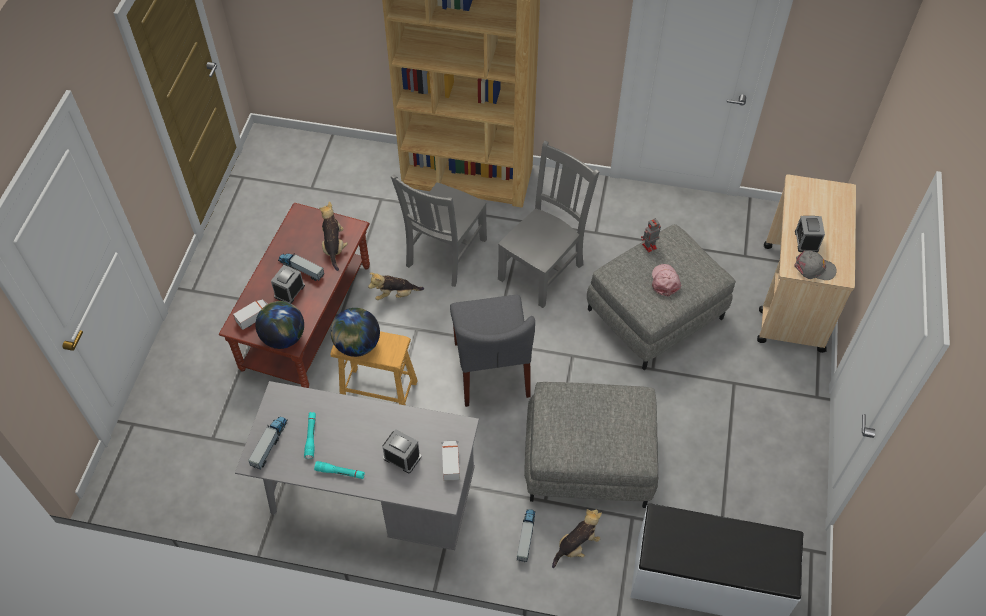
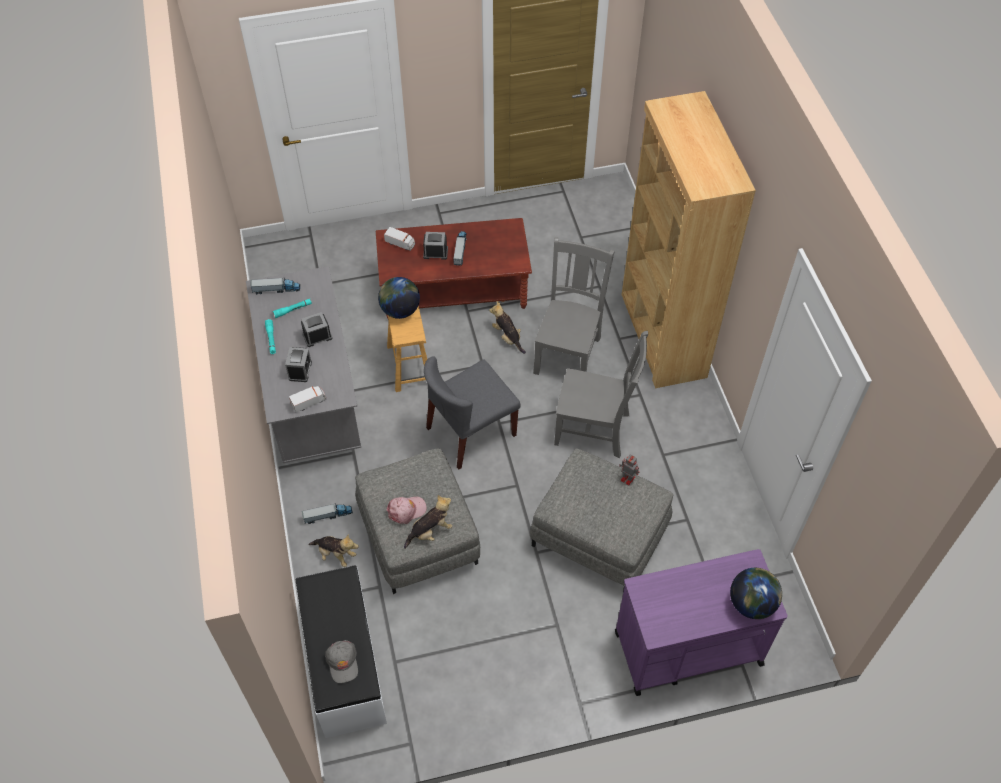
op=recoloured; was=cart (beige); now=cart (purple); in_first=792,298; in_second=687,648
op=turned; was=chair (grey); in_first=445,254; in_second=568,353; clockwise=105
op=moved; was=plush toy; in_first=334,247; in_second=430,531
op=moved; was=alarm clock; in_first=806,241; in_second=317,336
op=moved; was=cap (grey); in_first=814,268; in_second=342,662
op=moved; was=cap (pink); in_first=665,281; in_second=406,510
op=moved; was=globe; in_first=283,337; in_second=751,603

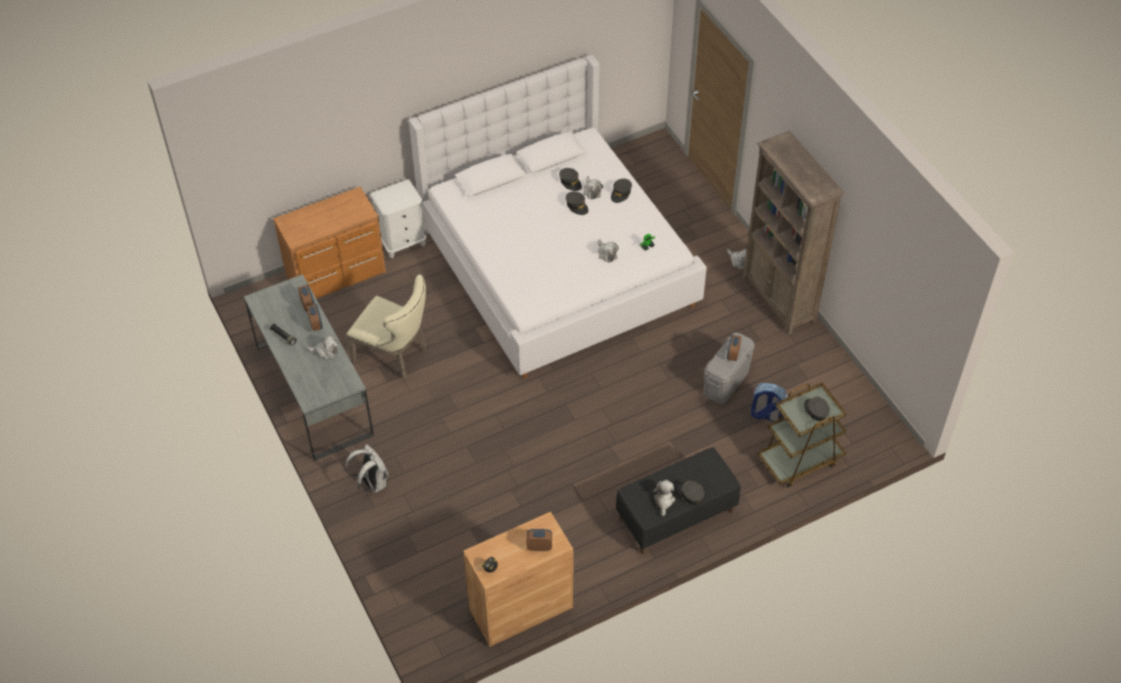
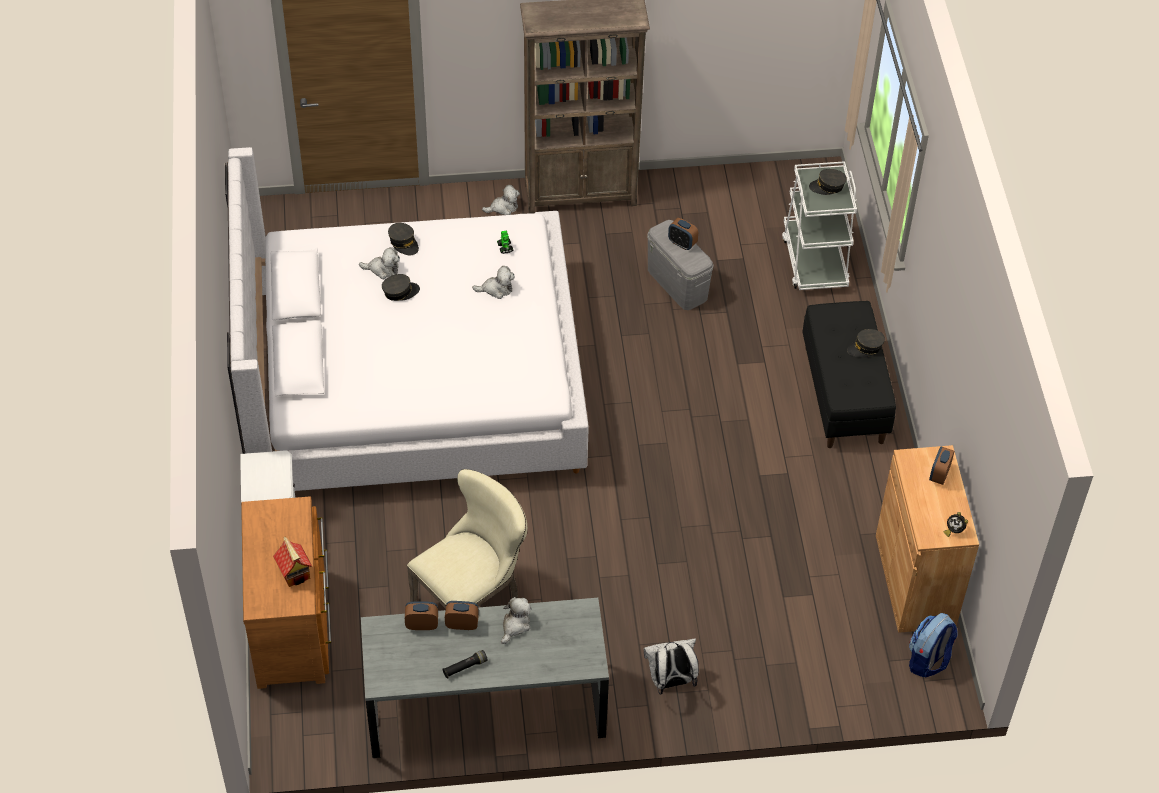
op=removed; was=cap (grey); in_first=570,182
op=recoloured; was=cart (brown); now=cart (white); in_first=799,459; in_second=814,261
op=moved; was=backpack; in_first=766,415; in_second=928,660
op=removed; was=plush toy; in_first=664,500
op=added; now=toy house; in_second=295,573

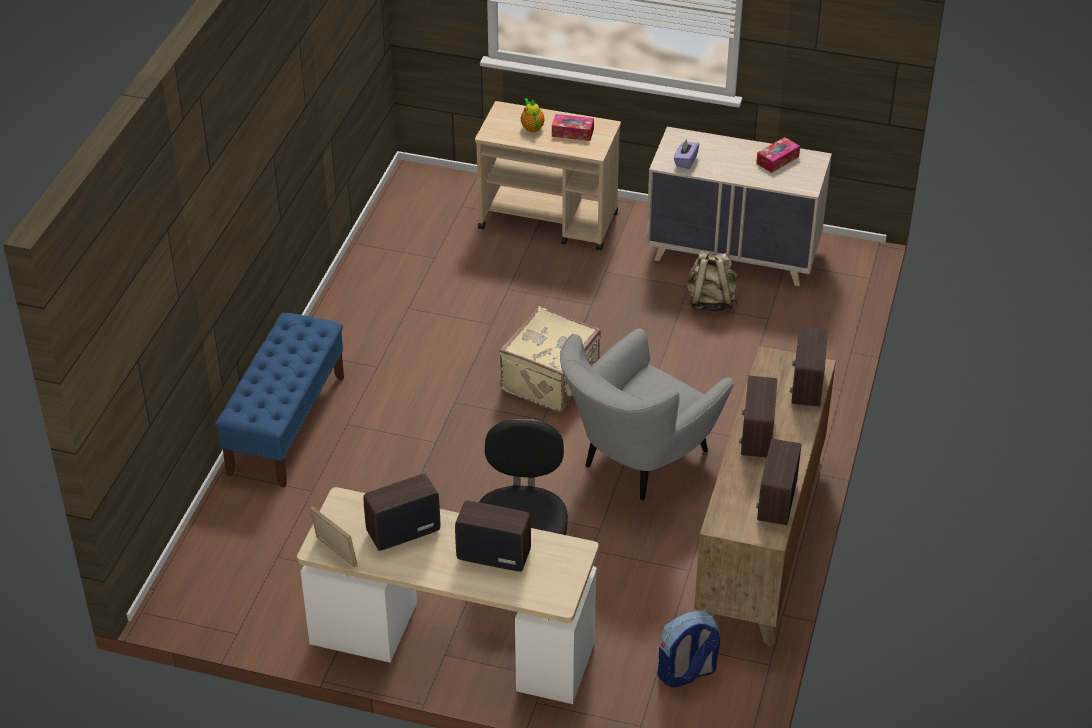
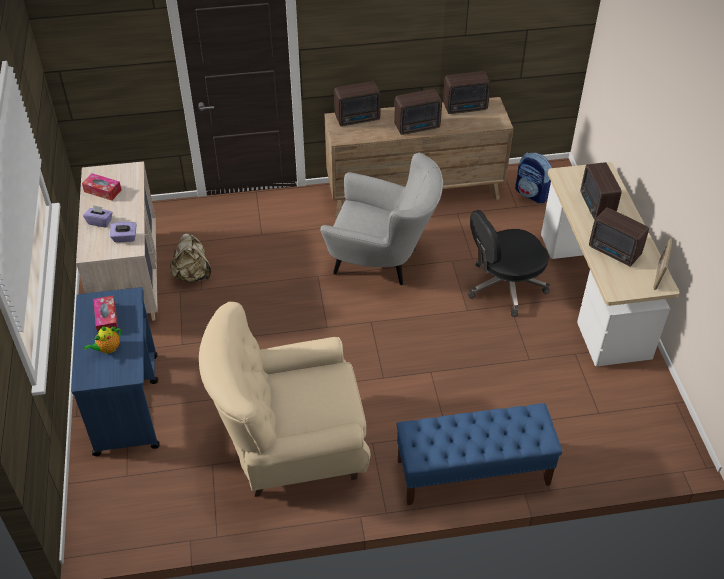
op=recoloured; was=cart (beige); now=cart (blue); in_first=549,221; in_second=127,403
op=removed; was=suitcase (beige); in_first=552,381
op=added; now=tissue box (purple); in_second=100,222
op=added; now=armchair (beige); in_second=291,446

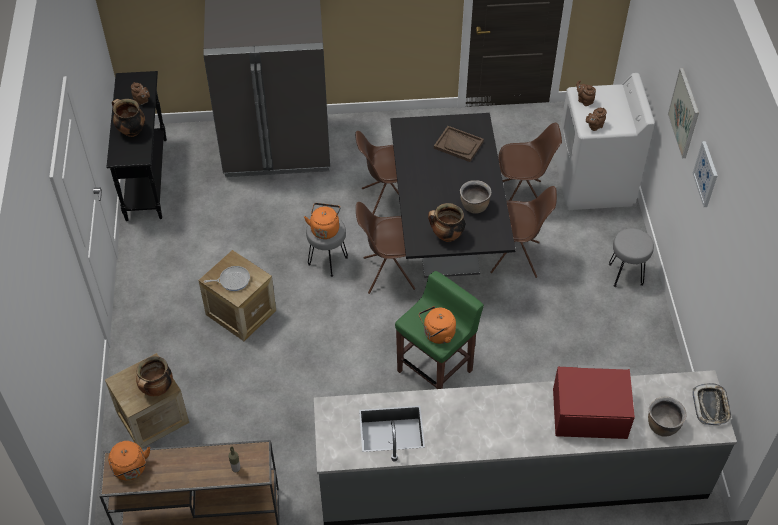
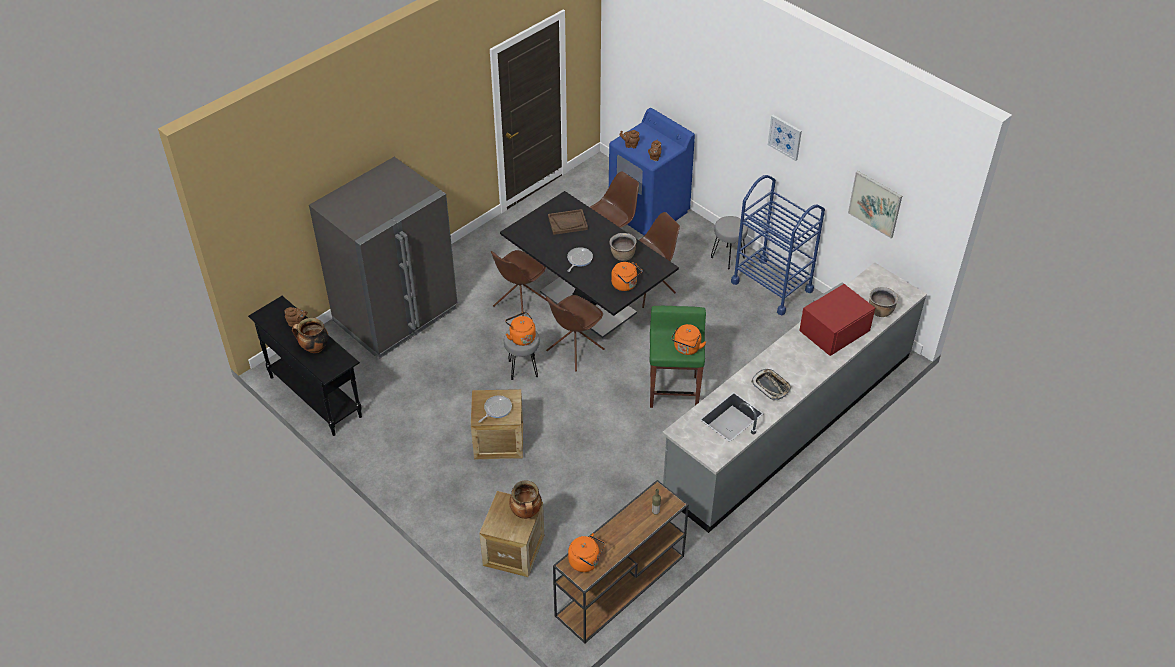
op=moved; was=picture; in_first=684,113; in_second=875,204
op=recoloured; was=washing machine (white); now=washing machine (blue); in_first=594,184; in_second=649,212
op=replaced; was=cooking pot; now=kettle (orange); in_first=446,236; in_second=625,285
op=moved; was=tray; in_first=711,406; in_second=771,386
op=added; now=cart (blue); in_second=772,286
op=added; now=frying pan; in_second=579,259

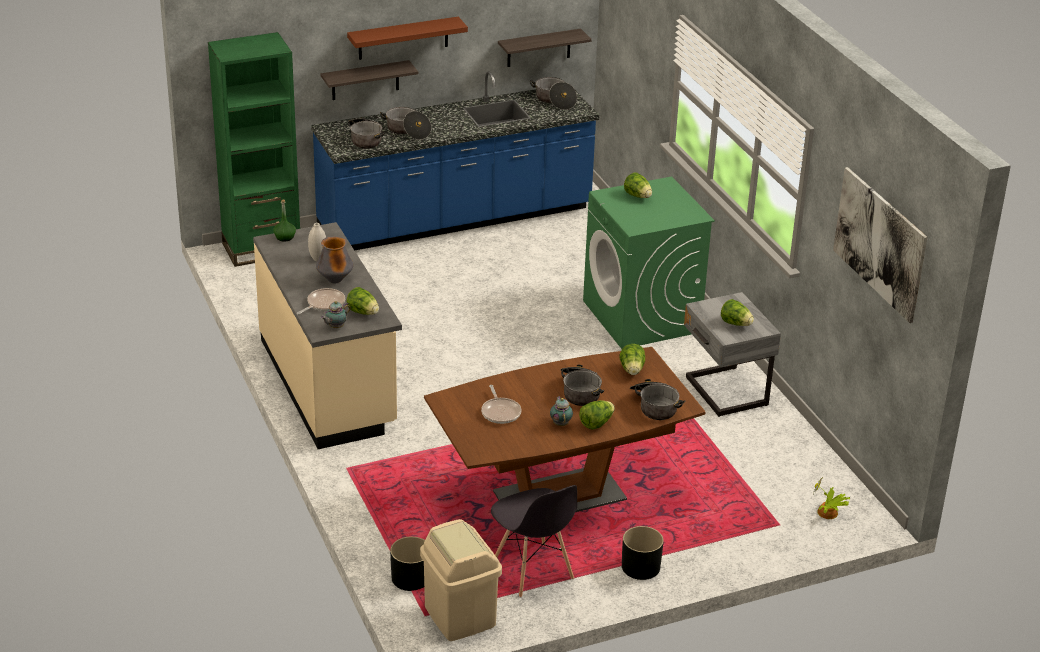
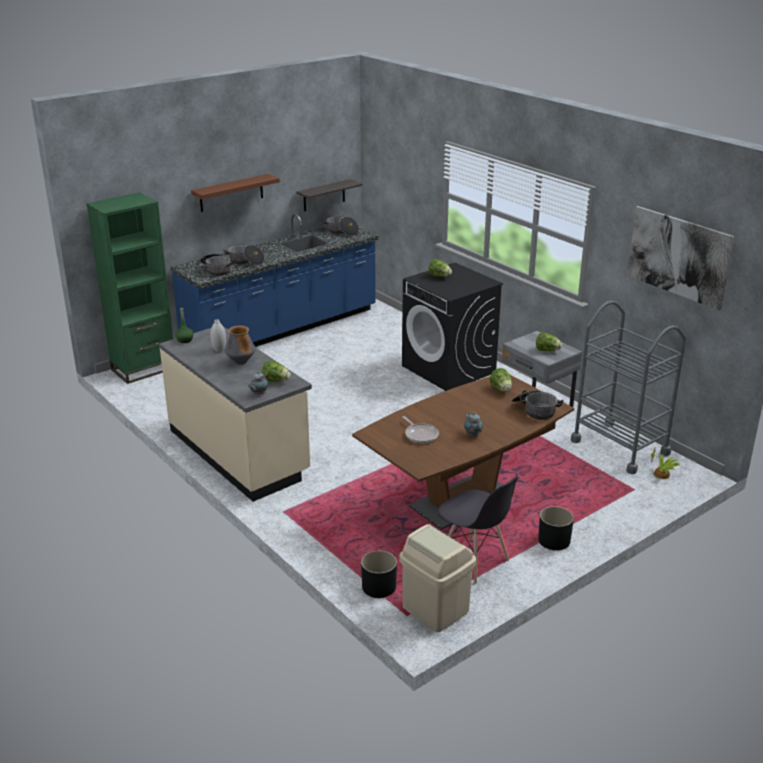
op=removed; was=shelf; in_first=365,80
op=recoloured; was=washing machine (green); now=washing machine (black); in_first=642,317; in_second=449,369
op=removed; was=frying pan; in_first=324,304
op=removed; was=cooking pot; in_first=580,392
op=removed; was=lettuce; in_first=596,423
op=added; now=cart (grey); in_second=620,447

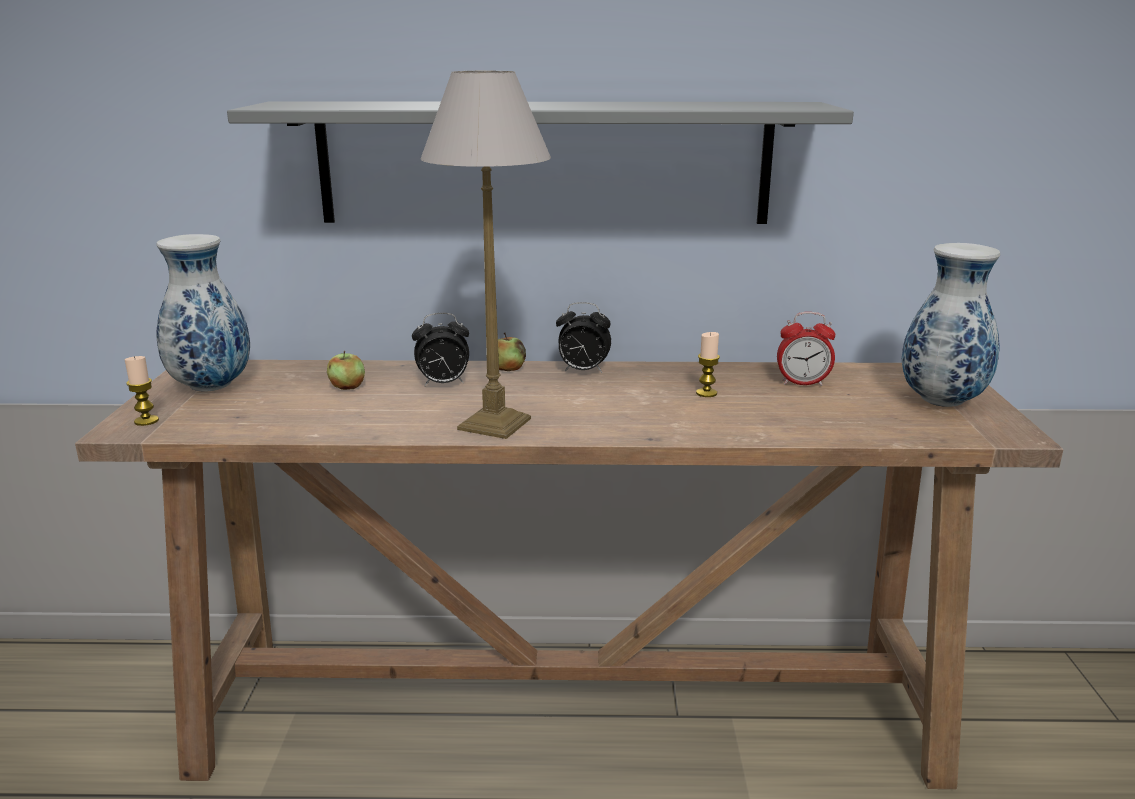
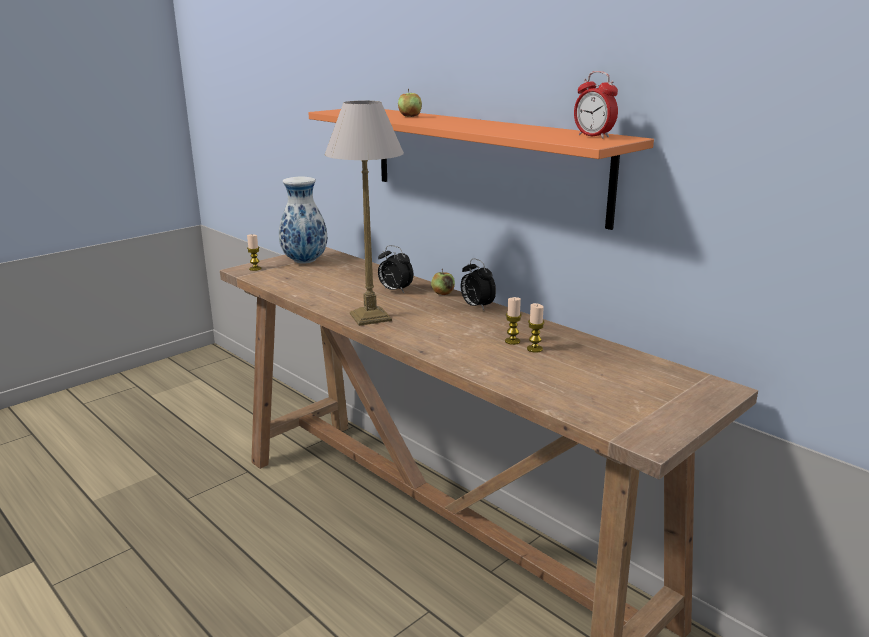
op=recoloured; was=shelf (grey); now=shelf (orange); in_first=544,163; in_second=483,161
op=removed; was=vase; in_first=940,401
op=moved; was=alarm clock; in_first=802,383; in_second=593,136
op=moved; was=apple; in_first=347,387; in_second=410,116
op=added; now=candle; in_second=534,349

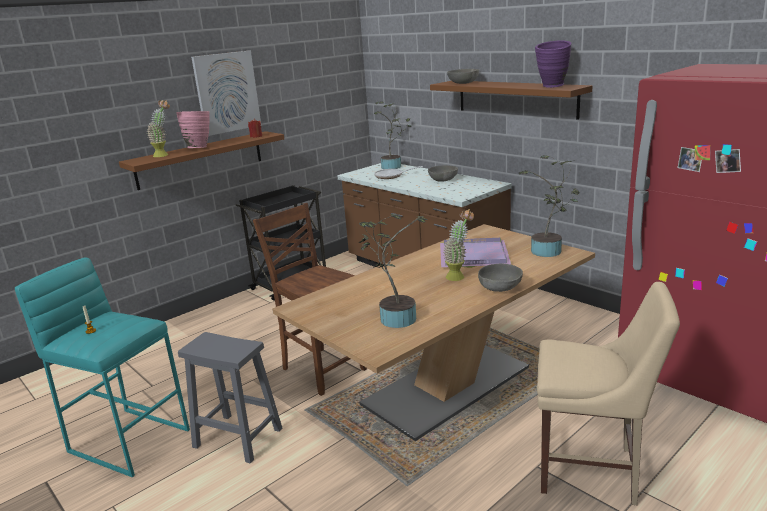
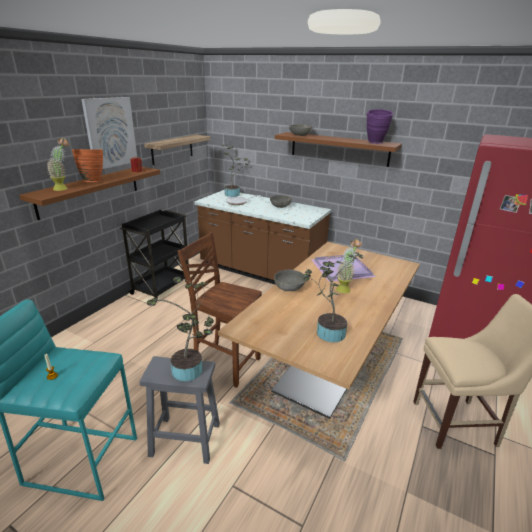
op=recoloured; was=vase (pink); now=vase (orange); in_first=199,148; in_second=93,181
op=moved; was=potted plant; in_first=549,252; in_second=190,372
op=moved; was=bowl (grey); in_first=500,287; in_second=289,287
op=added; now=shelf; in_second=172,149

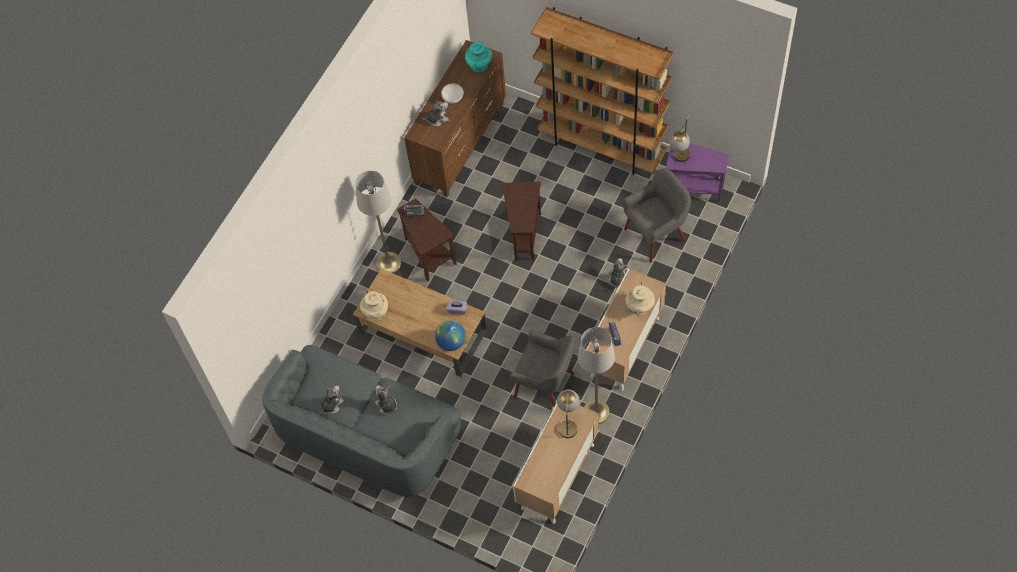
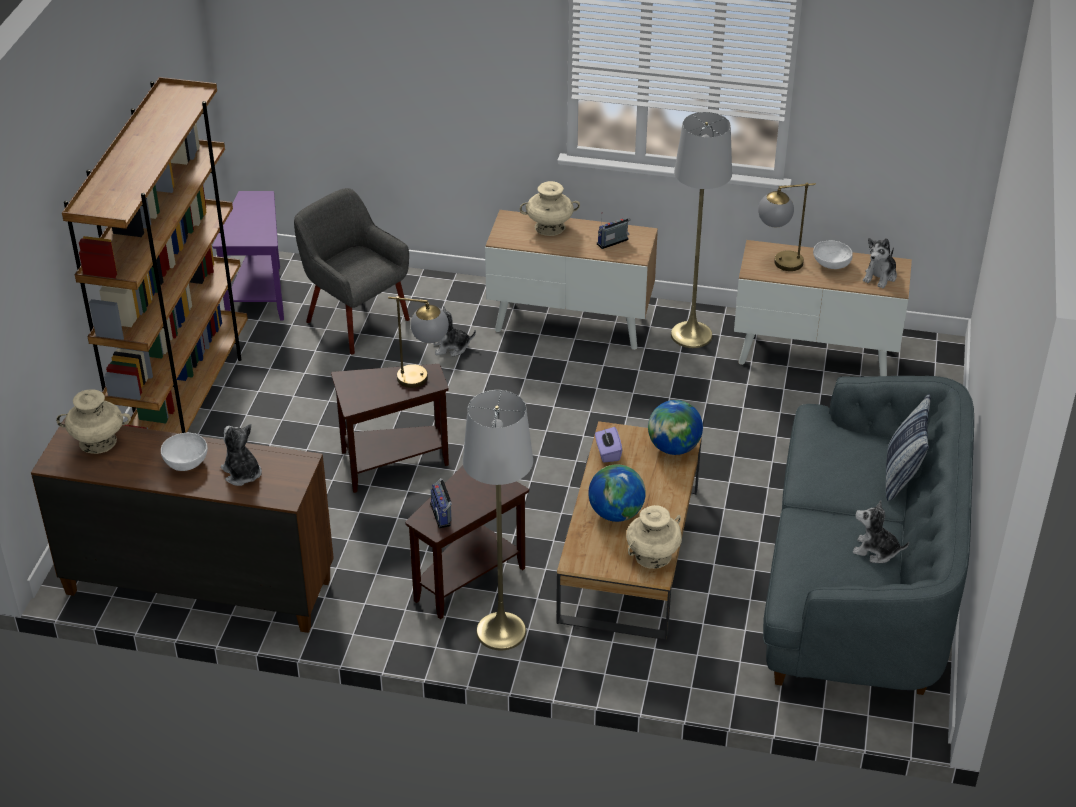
op=recoloured; was=vase (turquoise); now=vase (beige); in_first=479,65; in_second=98,441
op=moved; was=table lamp; in_first=679,160; in_second=424,379
op=removed; was=armchair (grey); in_first=545,385
op=moved; was=plush toy; in_first=387,405; in_second=880,276
op=added; now=bowl (white); in_second=830,264
op=added; now=pillow; in_second=901,476
op=added; now=globe; in_second=616,513

